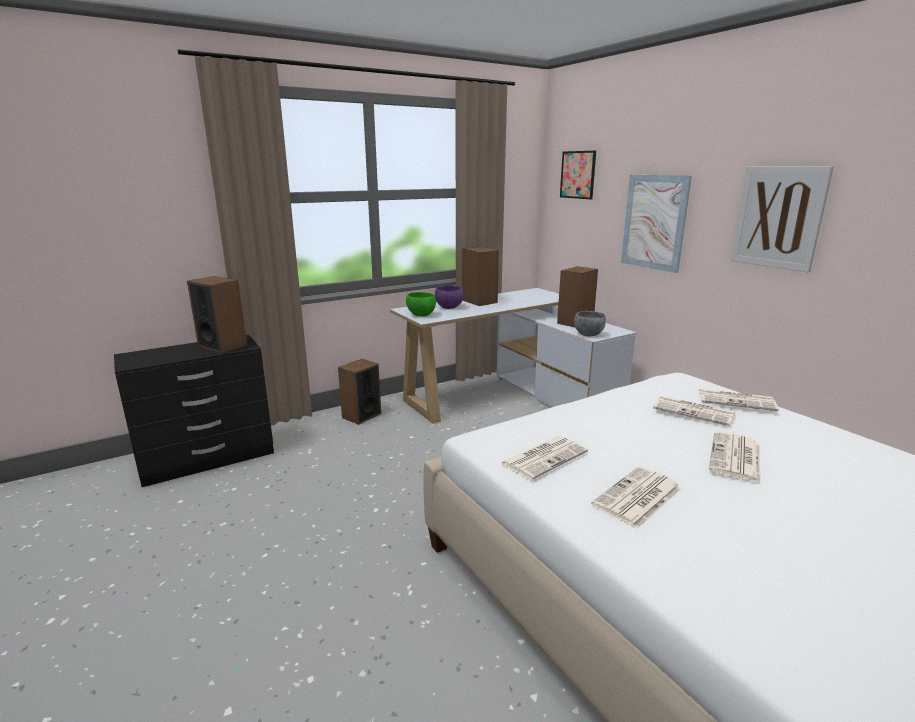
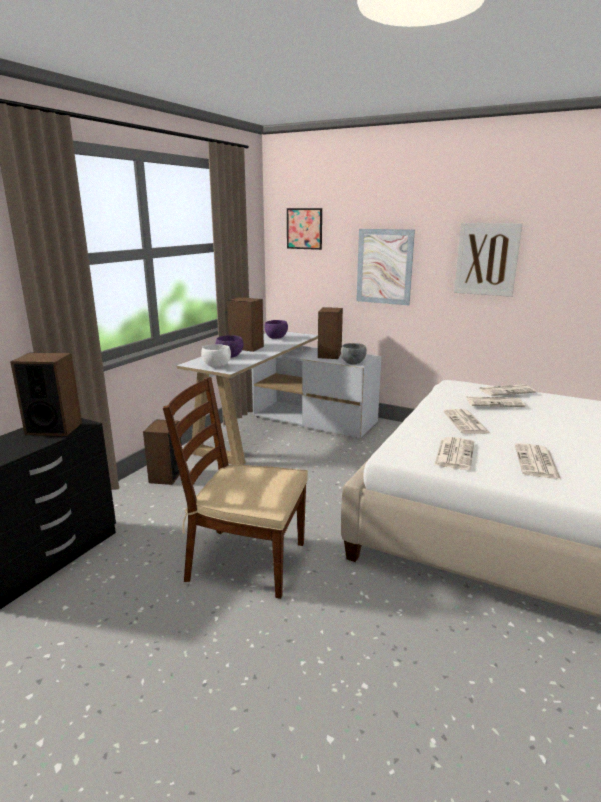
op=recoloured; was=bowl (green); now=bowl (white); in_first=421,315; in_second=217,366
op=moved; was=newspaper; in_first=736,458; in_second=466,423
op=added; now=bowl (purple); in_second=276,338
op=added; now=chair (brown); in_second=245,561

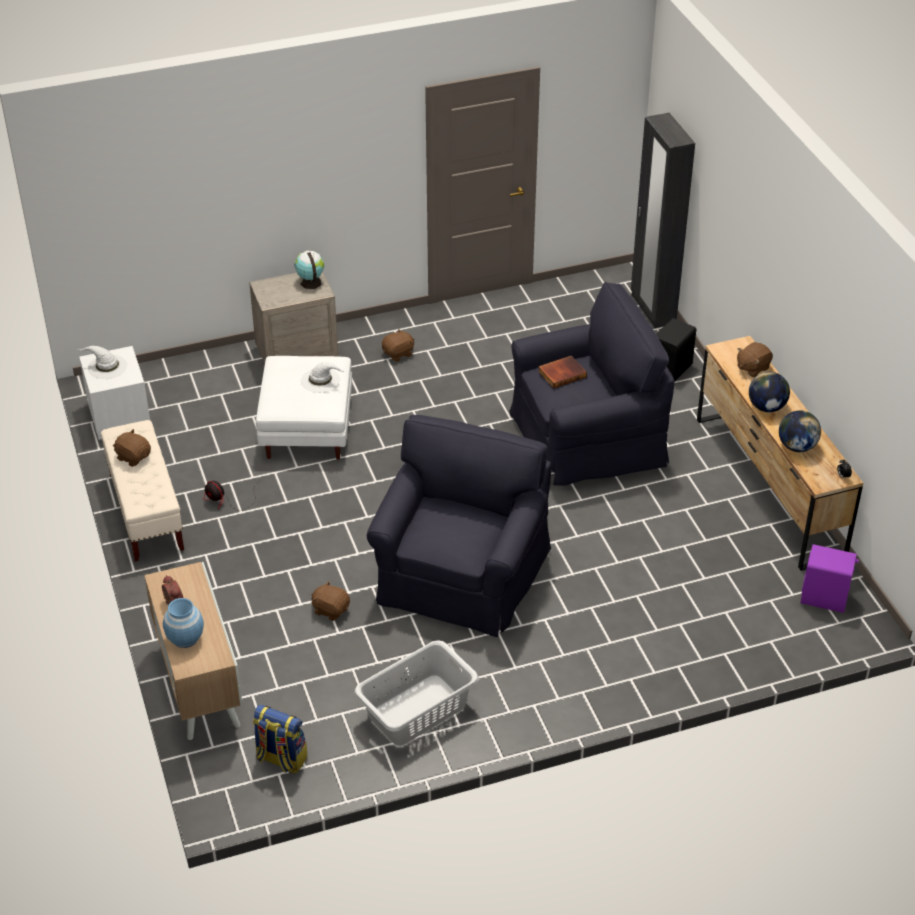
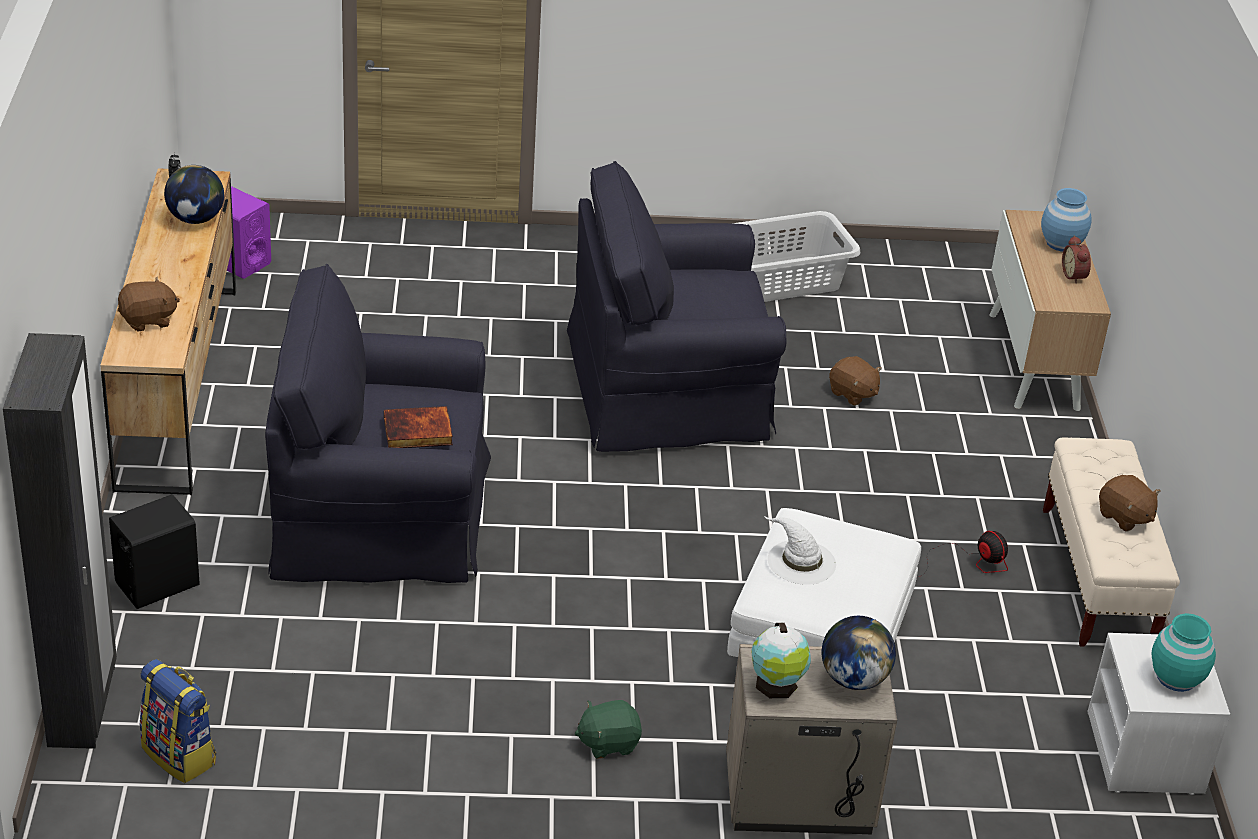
op=recoloured; was=plush toy (brown); now=plush toy (green); in_first=398,354; in_second=608,742
op=replaced; was=hat (white); now=vase (turquoise); in_first=106,367; in_second=1176,678
op=moved; was=globe; in_first=766,407; in_second=853,679
op=turned; was=armchair (black); in_first=459,575; in_second=670,389; clockwise=45
op=moved; was=backpack; in_first=280,759; in_second=180,755

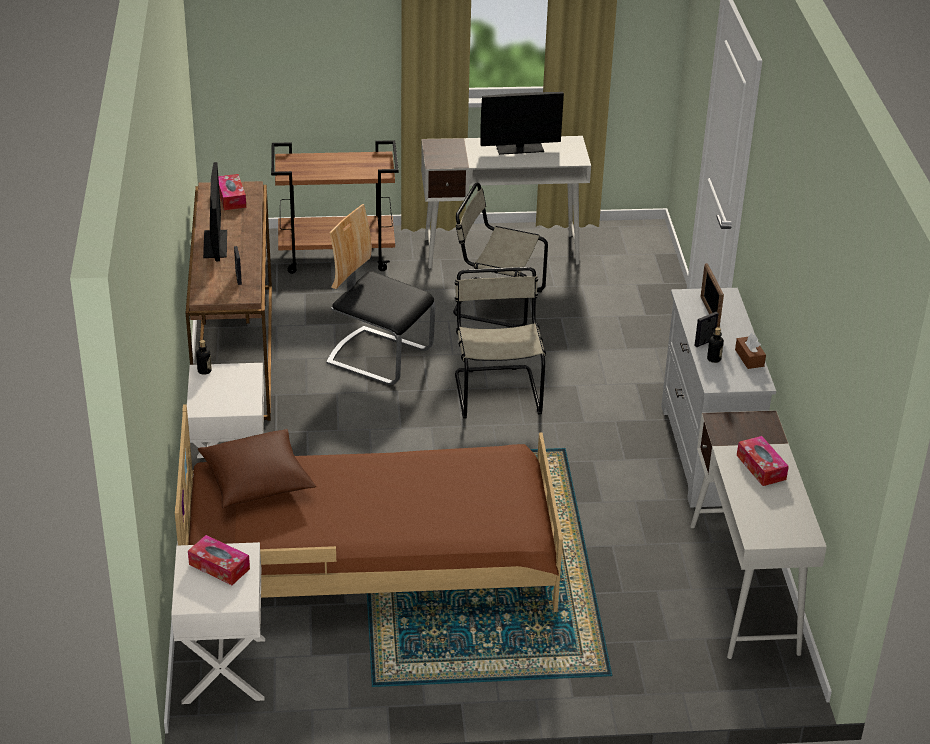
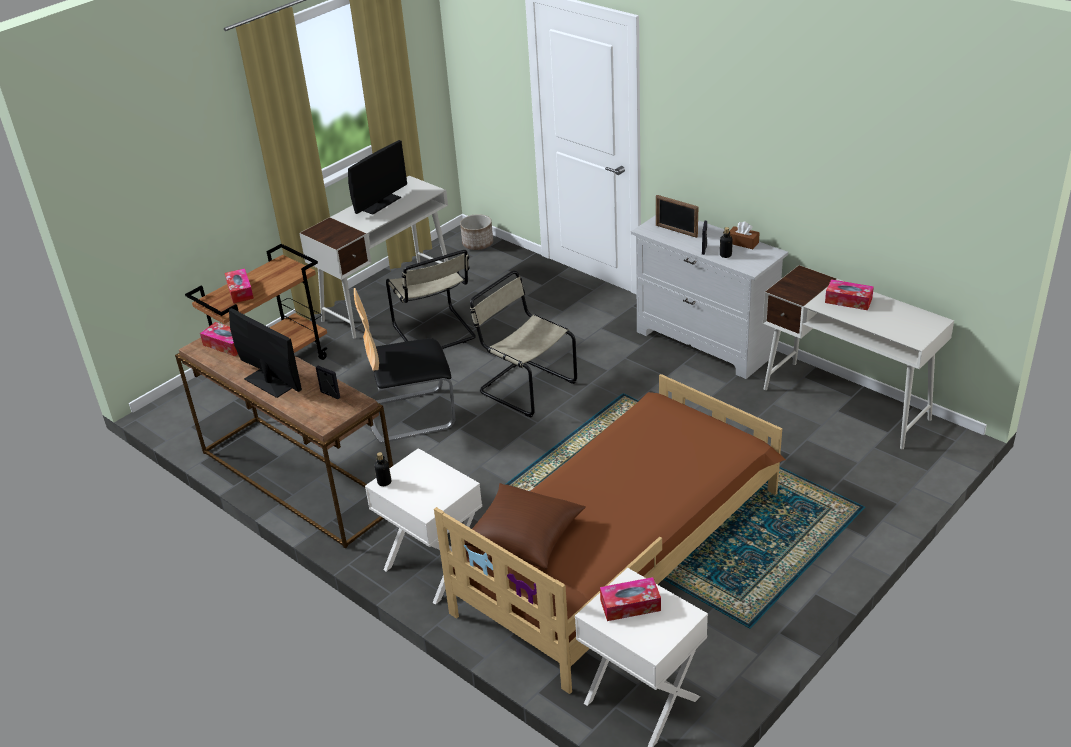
op=turned; was=chair (beige); in_first=495,303; in_second=435,333; clockwise=-90
op=added; now=planter; in_second=478,244
op=added; now=tissue box; in_second=240,291

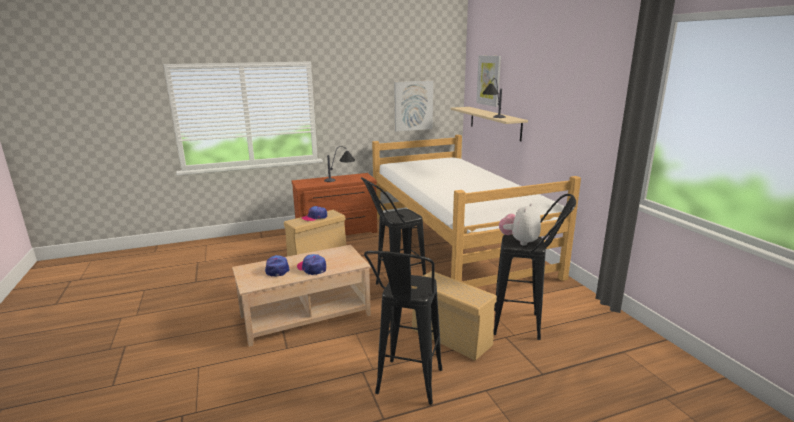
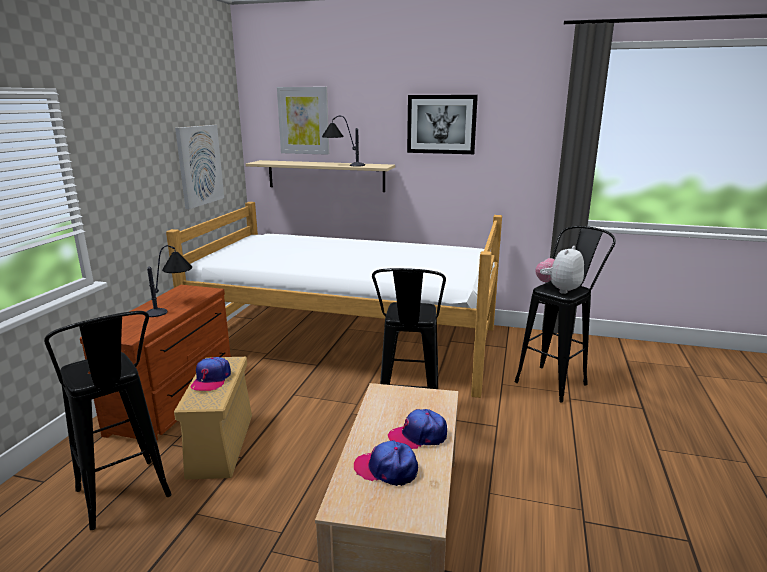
op=turned; was=plush toy; in_first=519,241; in_second=558,289; clockwise=60
op=moved; was=stool (black); in_first=406,389; in_second=127,502
op=removed; was=storage box (beige); in_first=452,337
op=added; now=picture; in_second=441,124

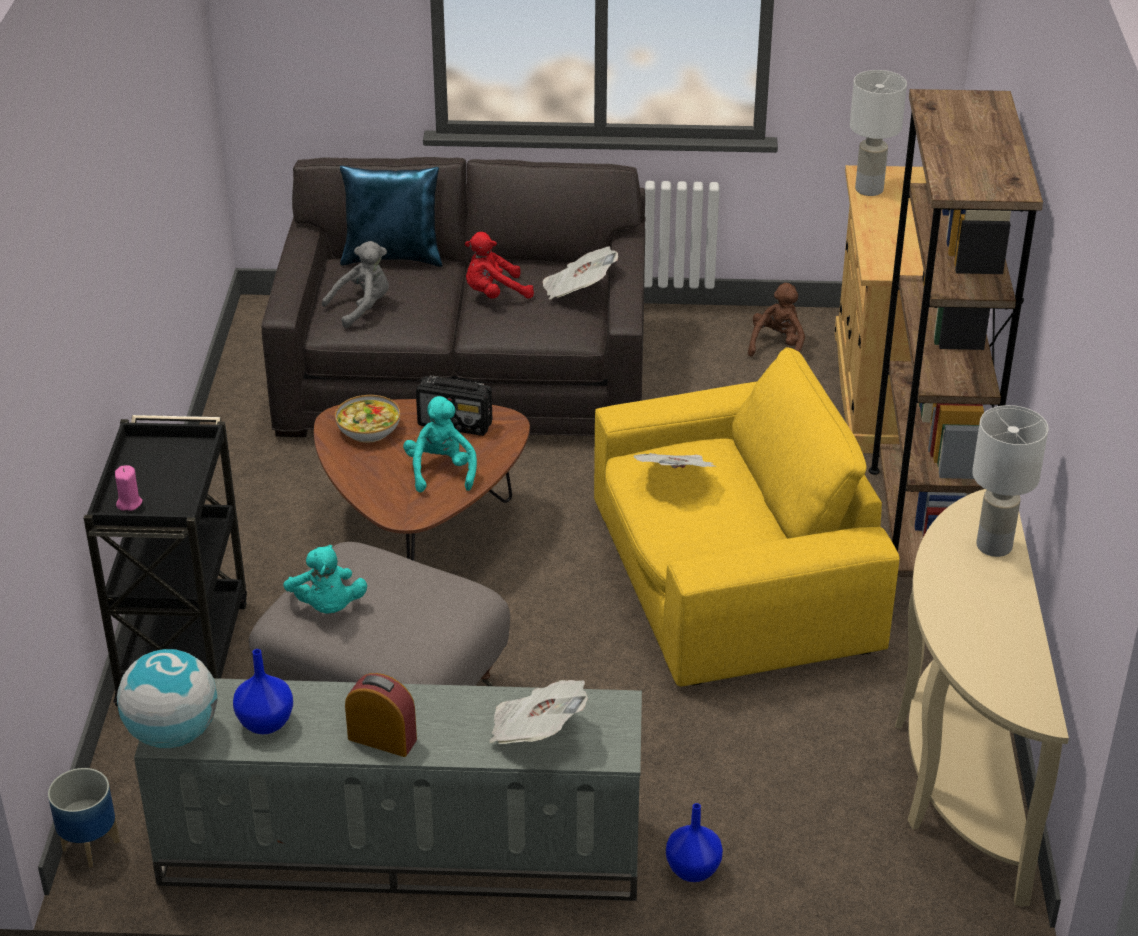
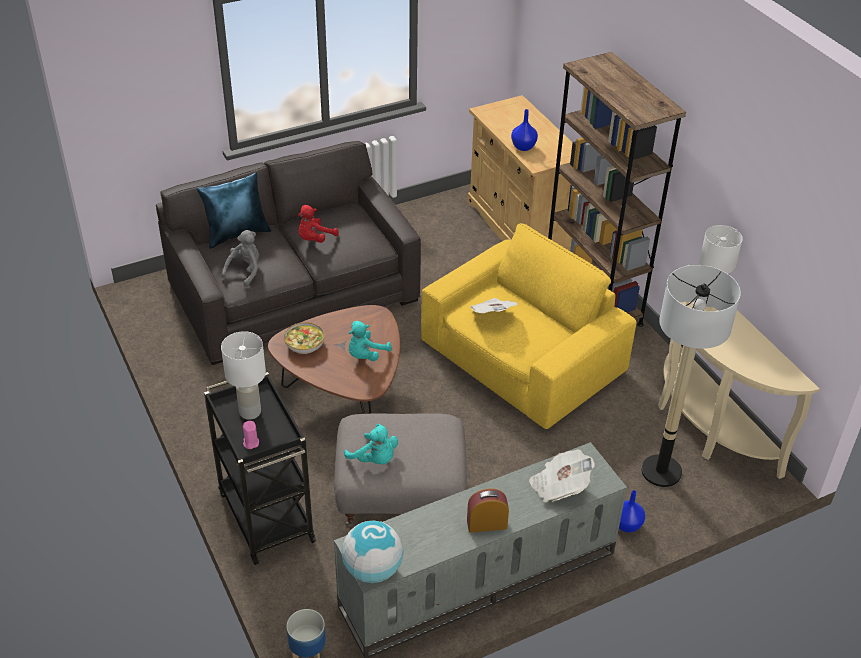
op=moved; was=table lamp (white); in_first=870,189; in_second=250,412
op=removed; was=newspaper; in_first=578,290
op=removed; was=plush toy (brown); in_first=777,346
op=removed; was=radio; in_first=455,424
op=turned; was=plush toy (turquoise); in_first=441,471; in_second=365,355; clockwise=-105
op=moved; was=vase (blue); in_first=264,723; in_second=523,147
op=added; now=floor lamp; in_second=661,471

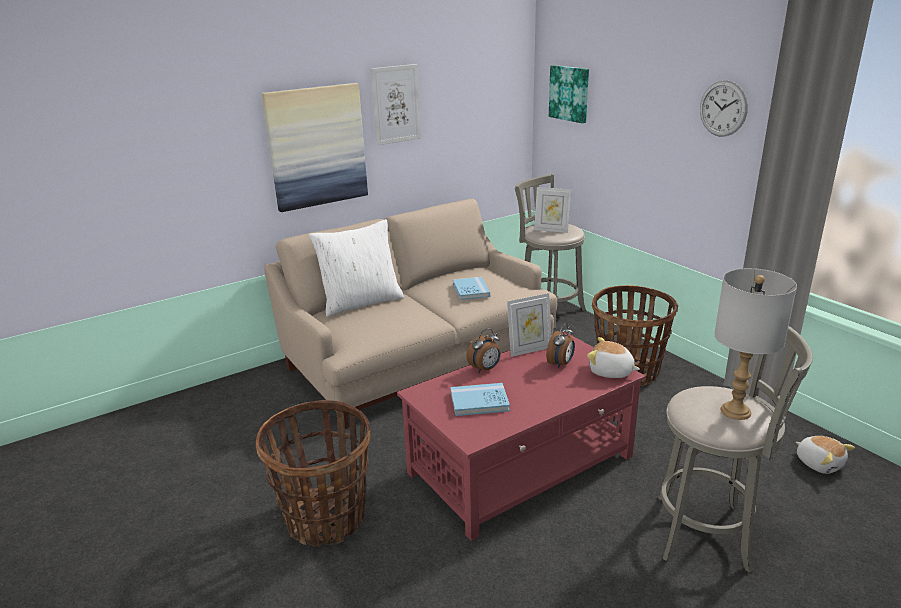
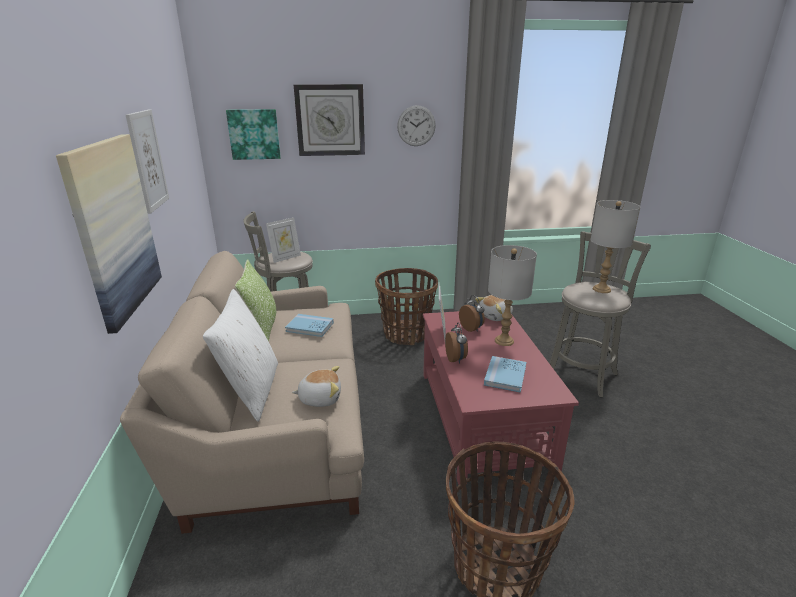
op=moved; was=plush toy; in_first=819,463; in_second=320,398
op=added; now=wall clock; in_second=330,120
op=added; now=table lamp (grey); in_second=504,341
op=added; now=pillow; in_second=262,327

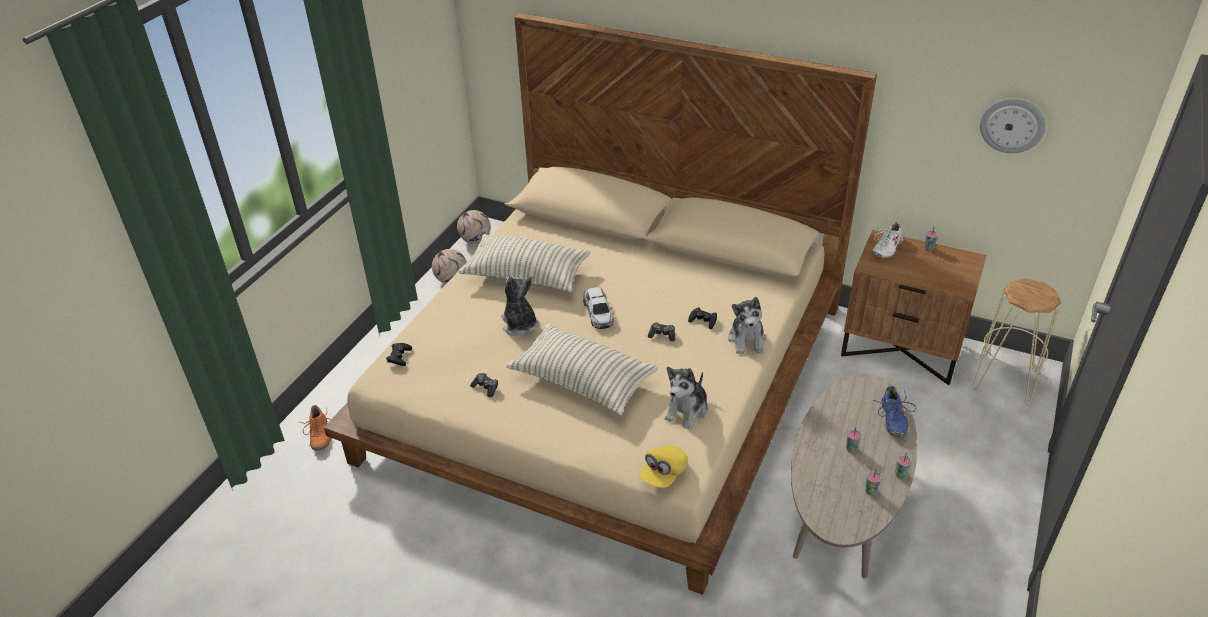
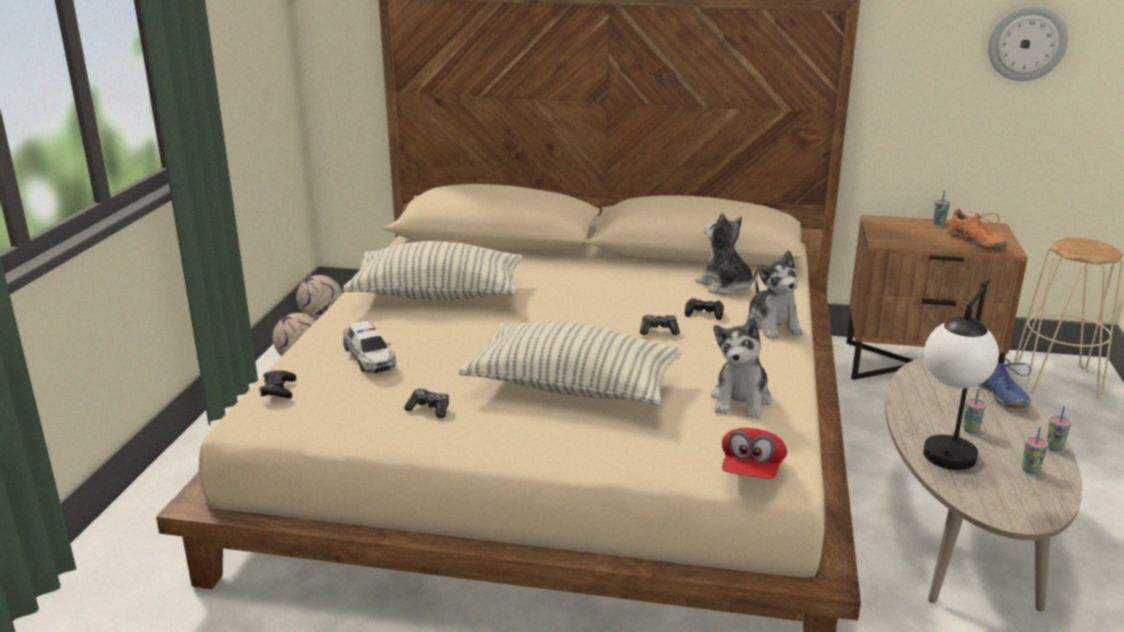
op=removed; was=shoe (white); in_first=886,248
op=moved; was=plush toy; in_first=520,325; in_second=725,286
op=moved; was=toy car; in_first=598,313; in_second=370,357
op=moved; was=shoe (orange); in_first=319,435; in_second=975,242
op=recoloured; was=cap (yellow); now=cap (red); in_first=663,474; in_second=751,471
op=added; now=table lamp; in_second=944,466

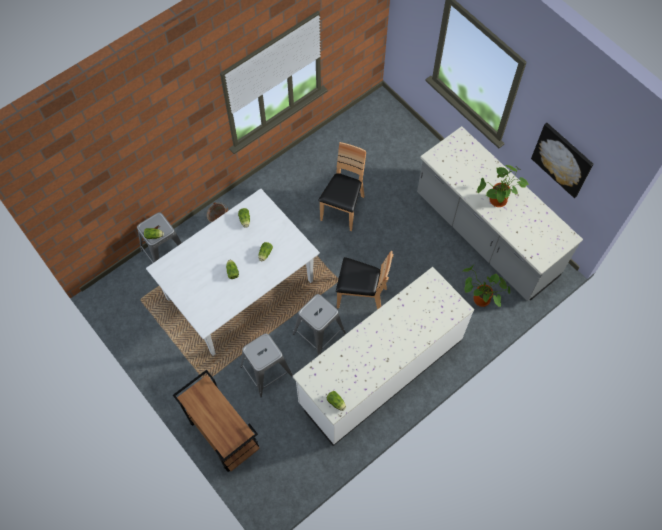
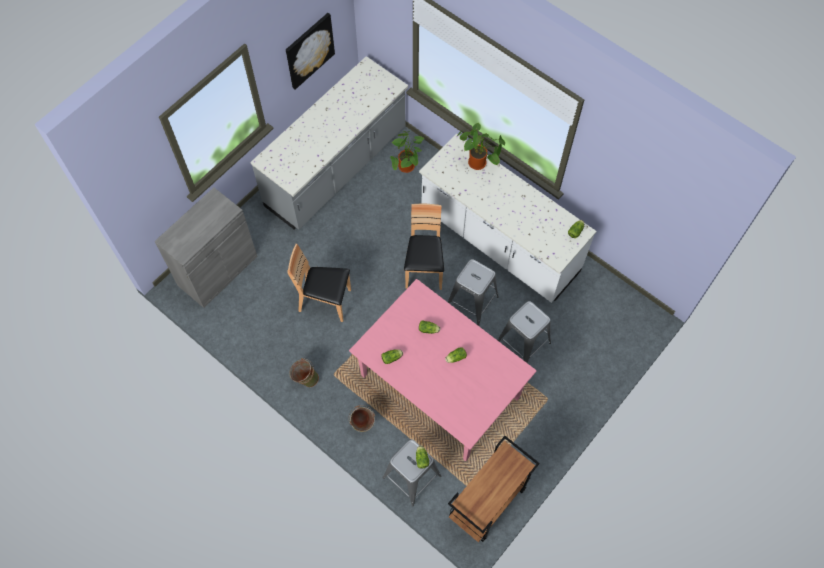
op=moved; was=potted plant; in_first=497,202; in_second=479,163
op=recoloured; was=dining table (white); now=dining table (pink); in_first=240,289; in_second=439,386
op=moved; was=cart (brown); in_first=223,434; in_second=487,503
op=added; now=cabinet (grey); in_second=217,270
op=added; now=bucket (green); in_second=305,379

